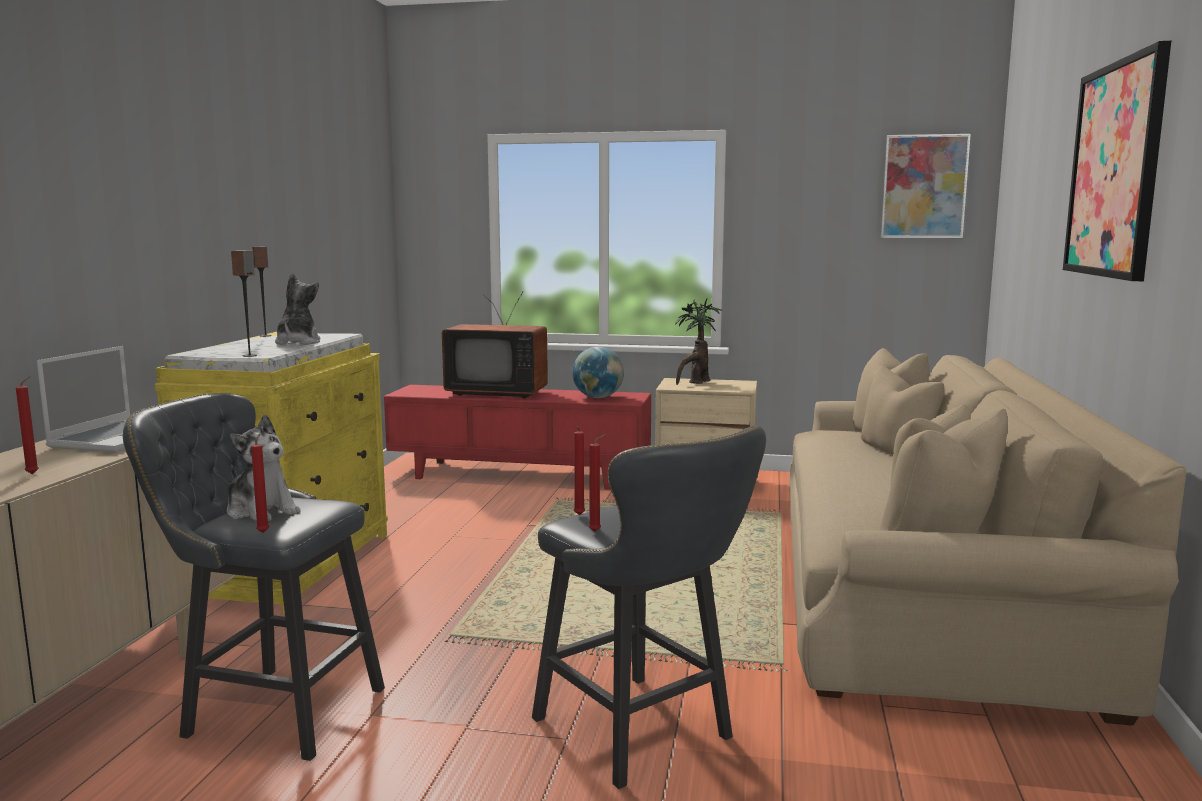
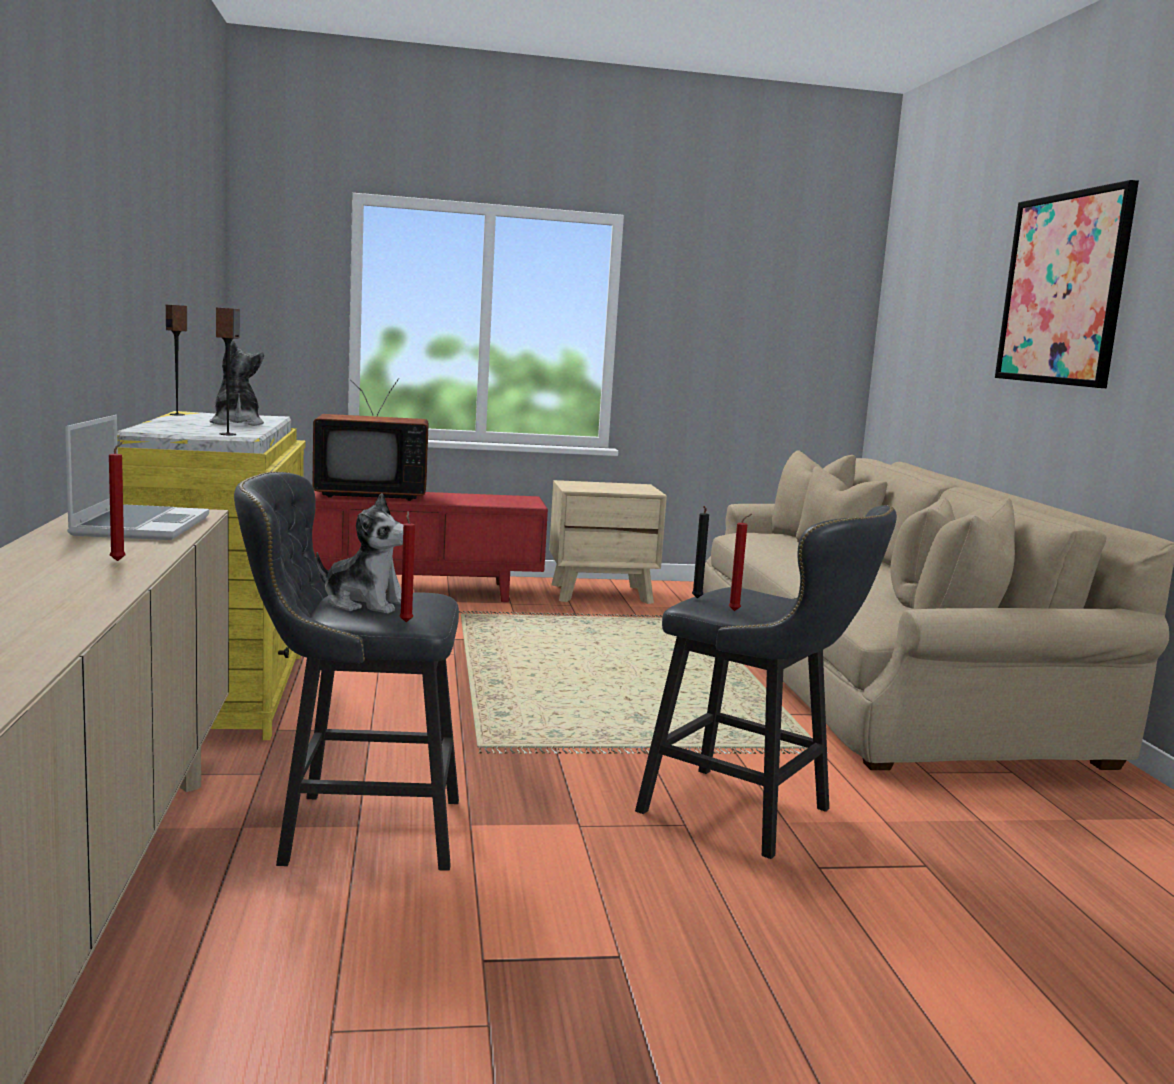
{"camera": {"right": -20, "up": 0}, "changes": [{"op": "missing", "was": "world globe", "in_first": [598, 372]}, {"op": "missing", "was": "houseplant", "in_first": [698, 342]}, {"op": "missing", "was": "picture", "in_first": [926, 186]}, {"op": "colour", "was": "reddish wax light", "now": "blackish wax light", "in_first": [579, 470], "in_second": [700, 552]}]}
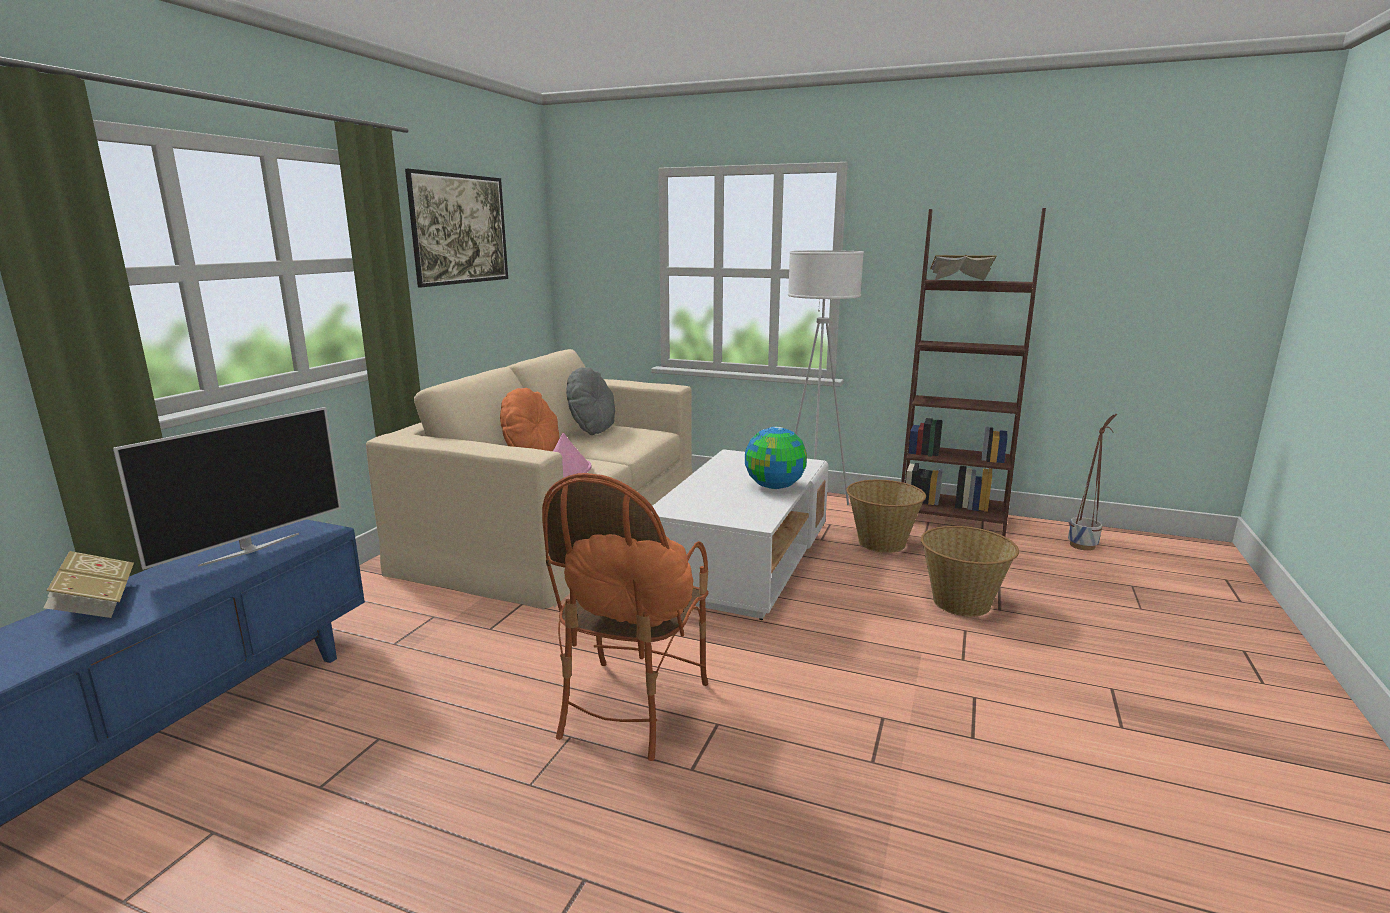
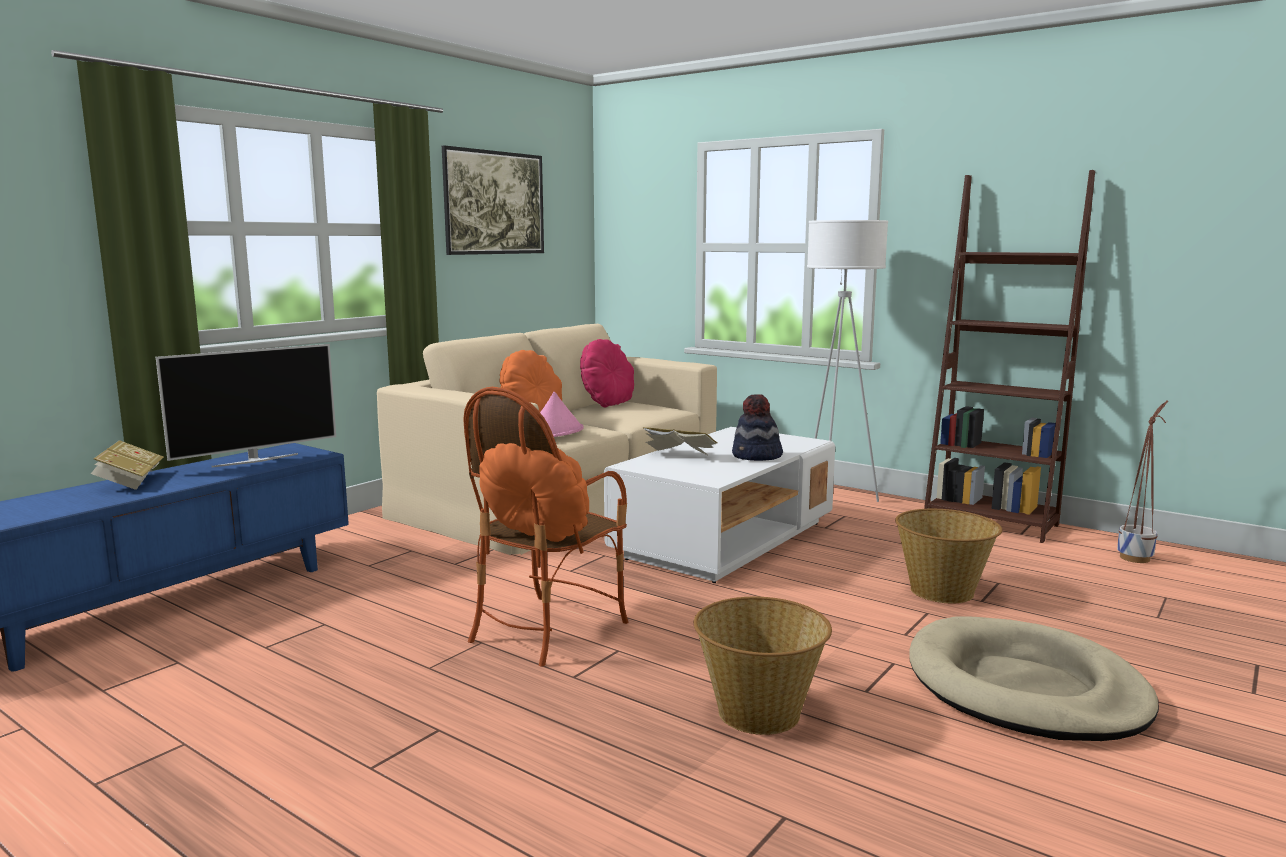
{"camera": {"right": 15, "up": -5}, "changes": [{"op": "appeared", "now": "beige-coloured dog bed", "in_second": [1034, 678]}, {"op": "relocated", "was": "household basket", "in_first": [886, 516], "in_second": [763, 666]}, {"op": "relocated", "was": "book", "in_first": [963, 267], "in_second": [680, 441]}, {"op": "exchanged", "was": "world globe", "now": "wearable hat", "in_first": [776, 458], "in_second": [757, 427]}, {"op": "colour", "was": "grey cushion", "now": "pinkish cushion", "in_first": [590, 401], "in_second": [607, 373]}]}
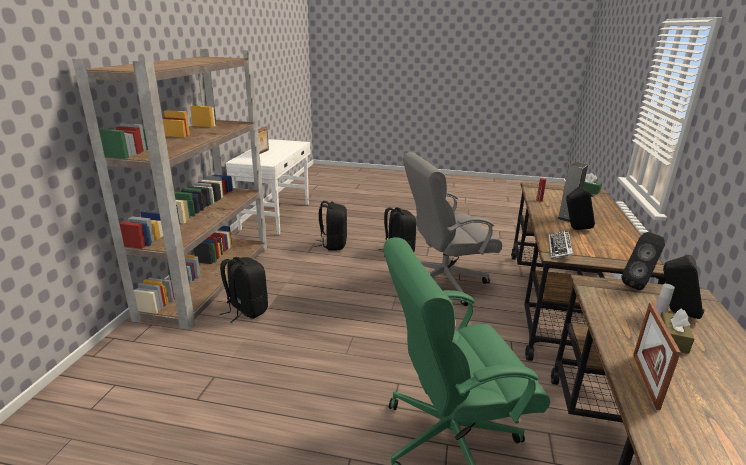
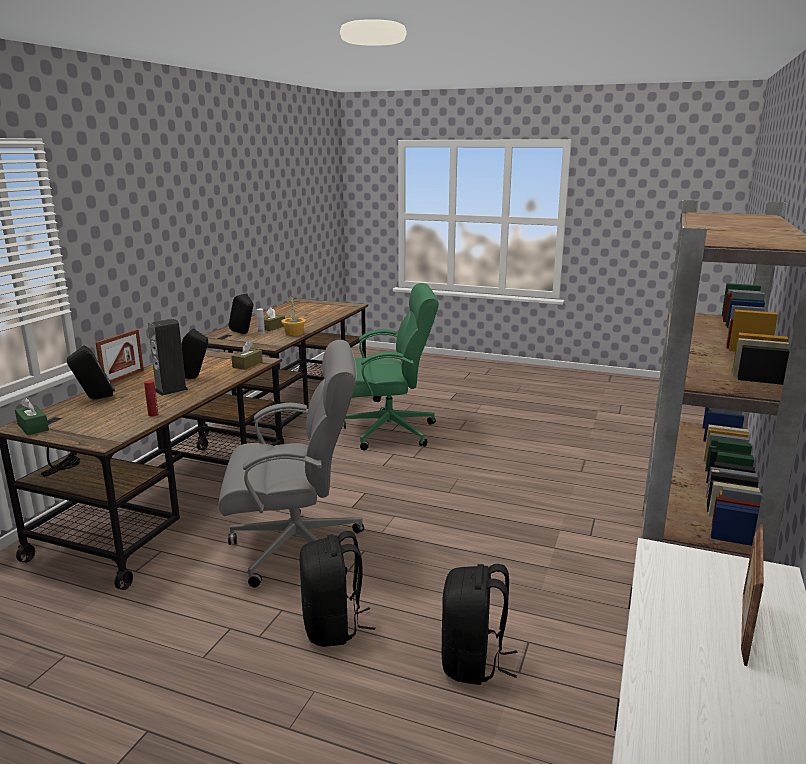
{"camera": {"right": -170, "up": -5}, "changes": [{"op": "missing", "was": "blackish backpack", "in_first": [244, 290]}, {"op": "appeared", "now": "houseplant", "in_second": [293, 315]}, {"op": "relocated", "was": "blackish speaker", "in_first": [643, 261], "in_second": [91, 372]}, {"op": "relocated", "was": "picture frame", "in_first": [657, 356], "in_second": [119, 356]}, {"op": "exchanged", "was": "keyboard", "now": "brown-coloured tissue box", "in_first": [561, 244], "in_second": [247, 355]}]}
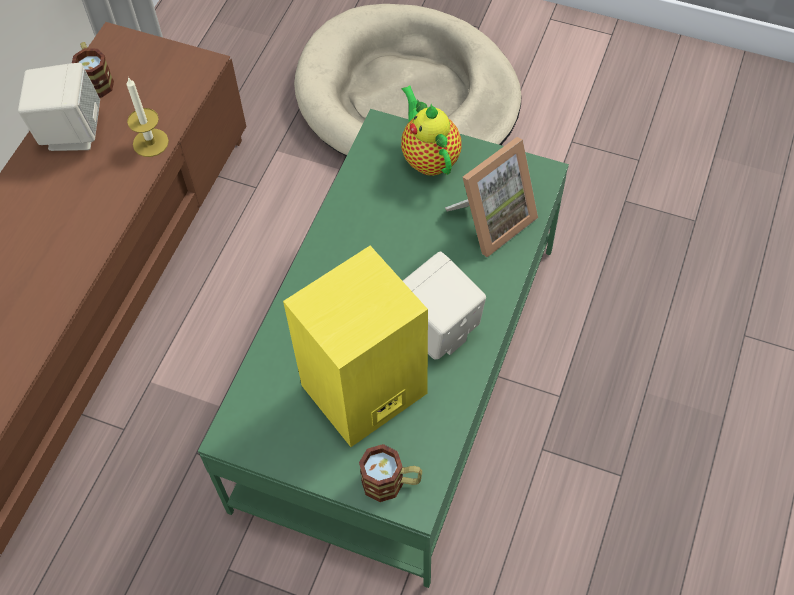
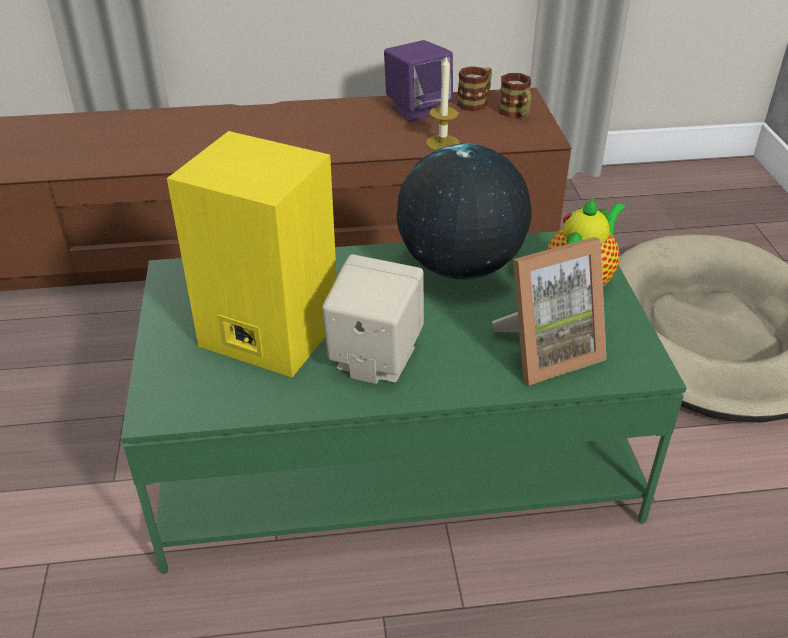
{"camera": {"right": 60, "up": -20}, "changes": [{"op": "appeared", "now": "world globe", "in_second": [464, 211]}, {"op": "relocated", "was": "coffee mug", "in_first": [390, 473], "in_second": [514, 95]}, {"op": "colour", "was": "beige-coloured speaker", "now": "purplish speaker", "in_first": [59, 107], "in_second": [418, 81]}, {"op": "spun", "was": "picture frame", "in_first": [491, 197], "in_second": [549, 311], "clockwise": -45}]}
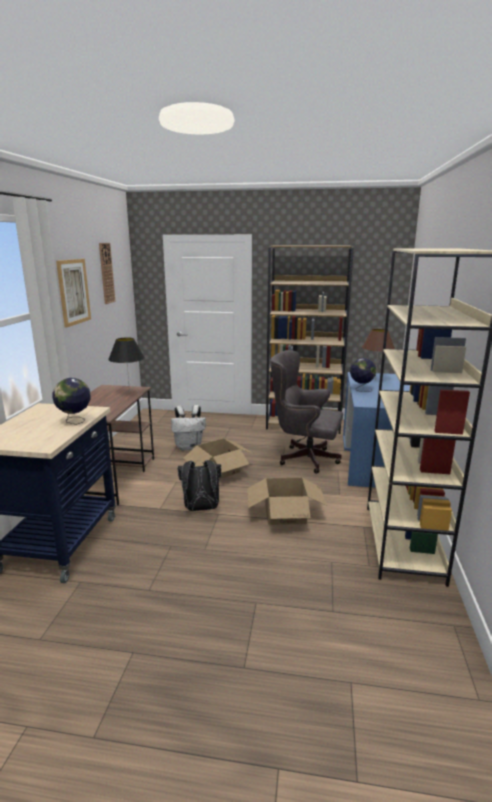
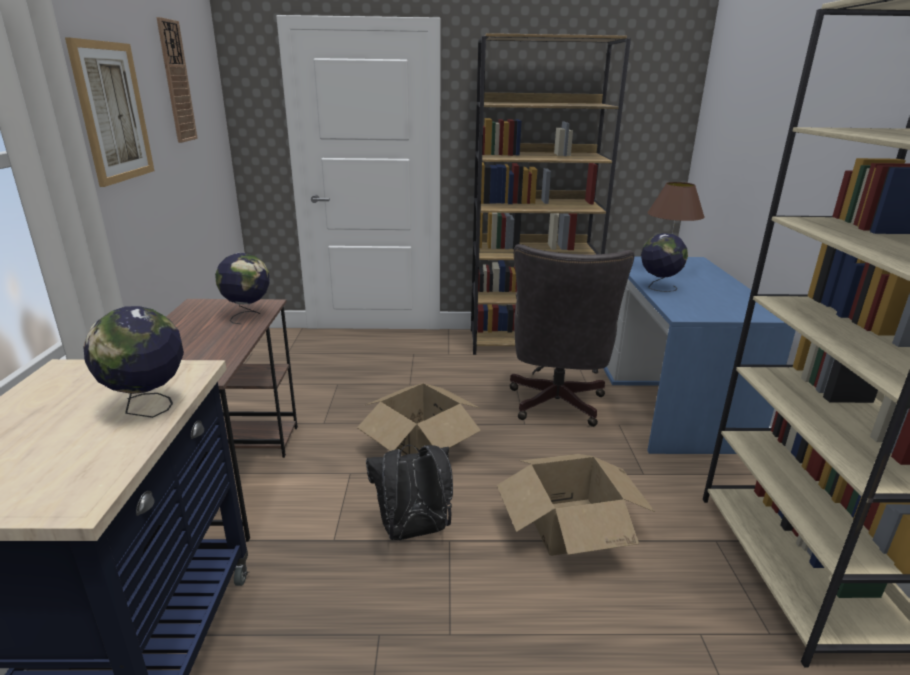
{"camera": {"right": -10, "up": 5}, "changes": [{"op": "missing", "was": "whitish backpack", "in_first": [188, 427]}, {"op": "exchanged", "was": "blackish tabletop lamp", "now": "world globe", "in_first": [126, 366], "in_second": [242, 288]}, {"op": "spun", "was": "grey office chair", "in_first": [306, 412], "in_second": [572, 335], "clockwise": -90}]}
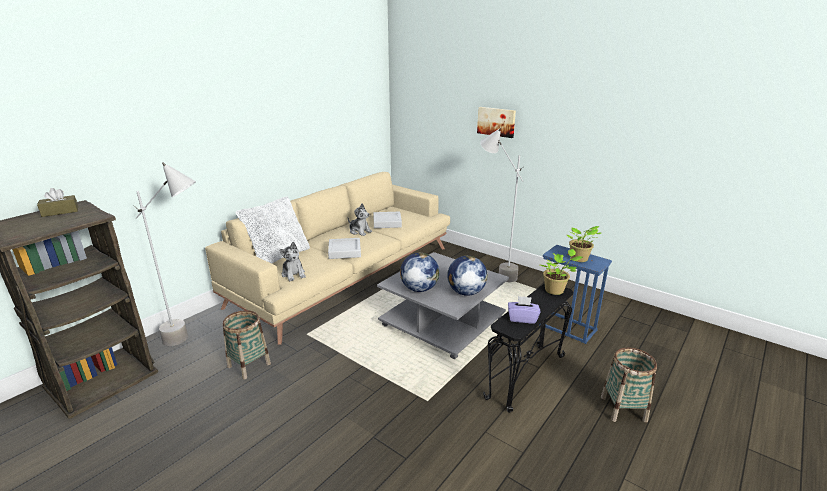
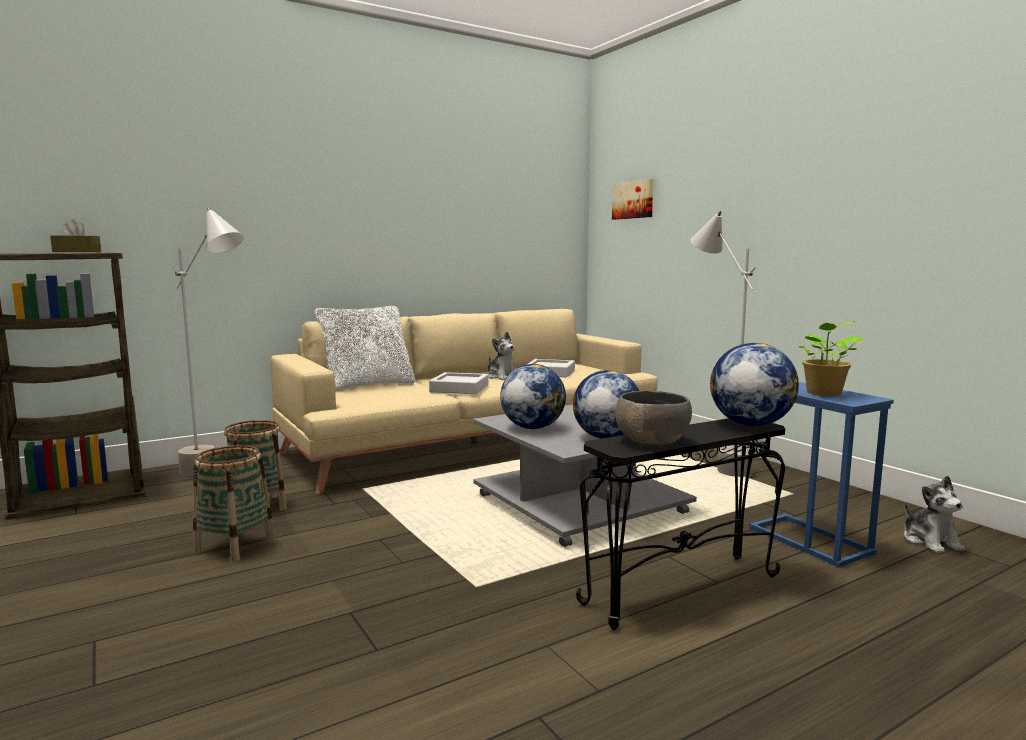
{"camera": {"right": 20, "up": -15}, "changes": [{"op": "relocated", "was": "cuddly toy", "in_first": [292, 261], "in_second": [934, 514]}, {"op": "relocated", "was": "picture", "in_first": [496, 122], "in_second": [632, 199]}, {"op": "relocated", "was": "household basket", "in_first": [629, 385], "in_second": [234, 503]}, {"op": "exchanged", "was": "purplish tissue box", "now": "grey serving bowl", "in_first": [524, 310], "in_second": [653, 418]}, {"op": "exchanged", "was": "houseplant", "now": "world globe", "in_first": [561, 272], "in_second": [754, 384]}]}
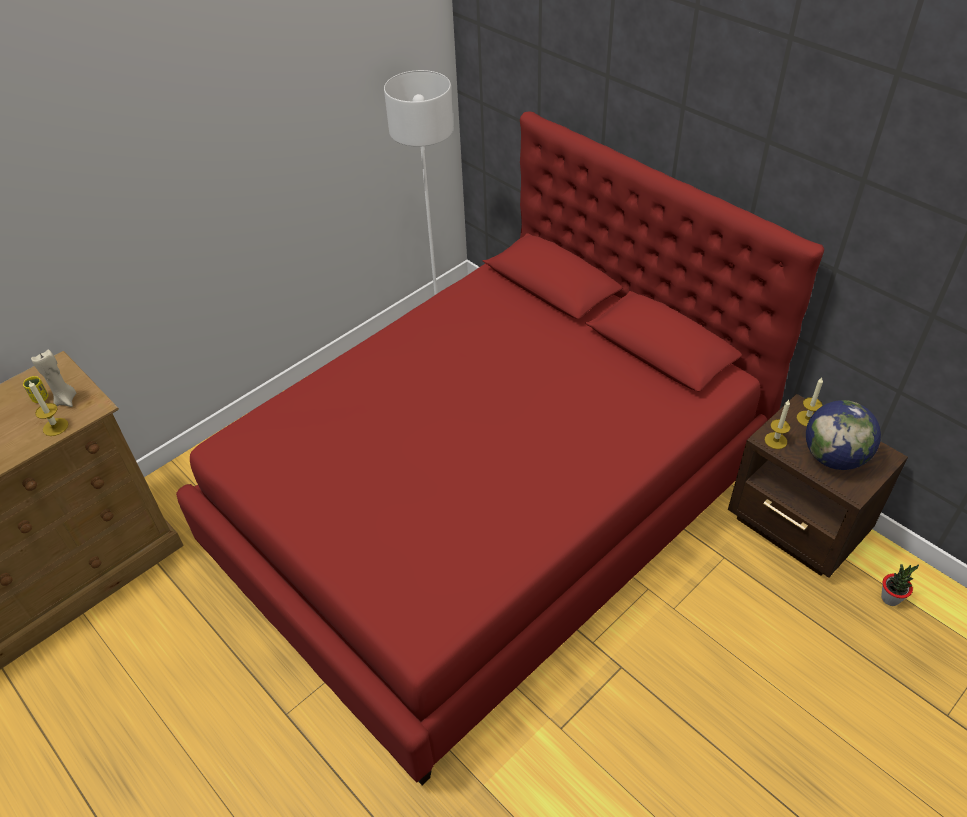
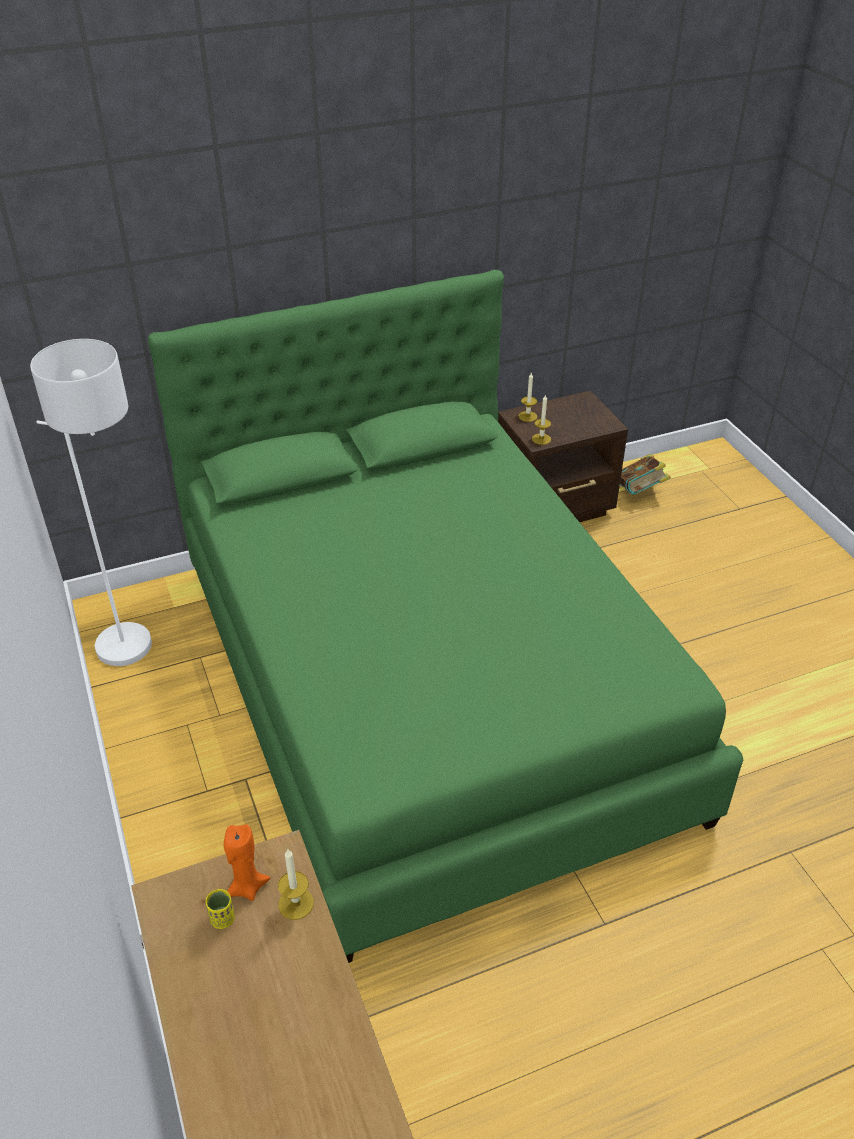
{"camera": {"right": -70, "up": -5}, "changes": [{"op": "missing", "was": "world globe", "in_first": [843, 435]}, {"op": "exchanged", "was": "houseplant", "now": "book", "in_first": [900, 585], "in_second": [645, 474]}, {"op": "colour", "was": "beige-coloured wax light", "now": "orange wax light", "in_first": [53, 378], "in_second": [247, 862]}, {"op": "colour", "was": "reddish sleeping bed", "now": "green sleeping bed", "in_first": [500, 448], "in_second": [445, 616]}]}
